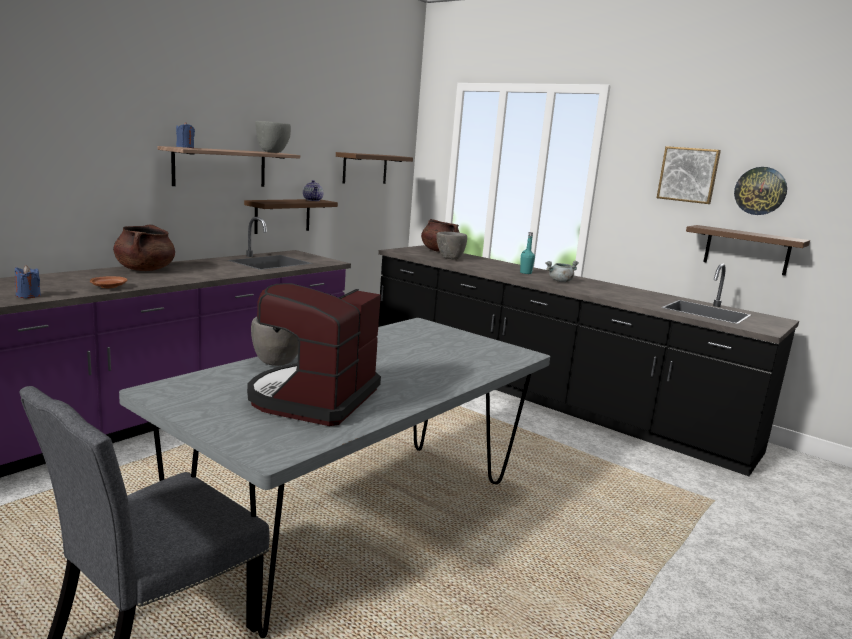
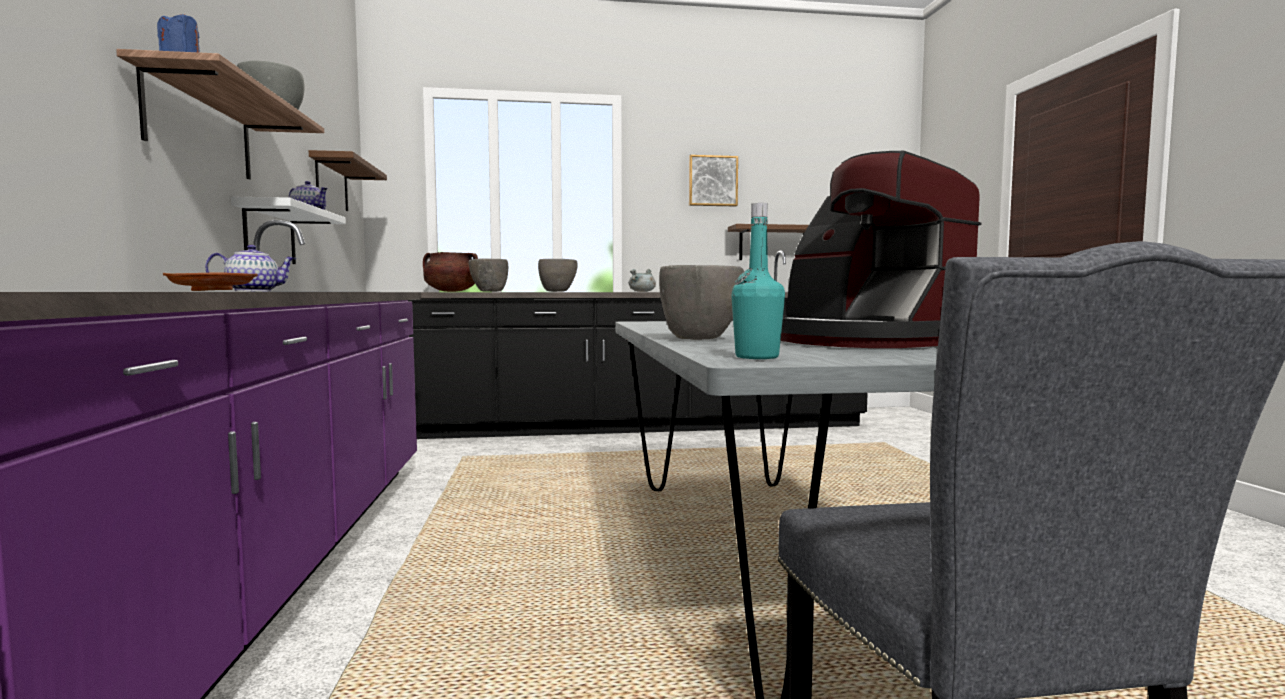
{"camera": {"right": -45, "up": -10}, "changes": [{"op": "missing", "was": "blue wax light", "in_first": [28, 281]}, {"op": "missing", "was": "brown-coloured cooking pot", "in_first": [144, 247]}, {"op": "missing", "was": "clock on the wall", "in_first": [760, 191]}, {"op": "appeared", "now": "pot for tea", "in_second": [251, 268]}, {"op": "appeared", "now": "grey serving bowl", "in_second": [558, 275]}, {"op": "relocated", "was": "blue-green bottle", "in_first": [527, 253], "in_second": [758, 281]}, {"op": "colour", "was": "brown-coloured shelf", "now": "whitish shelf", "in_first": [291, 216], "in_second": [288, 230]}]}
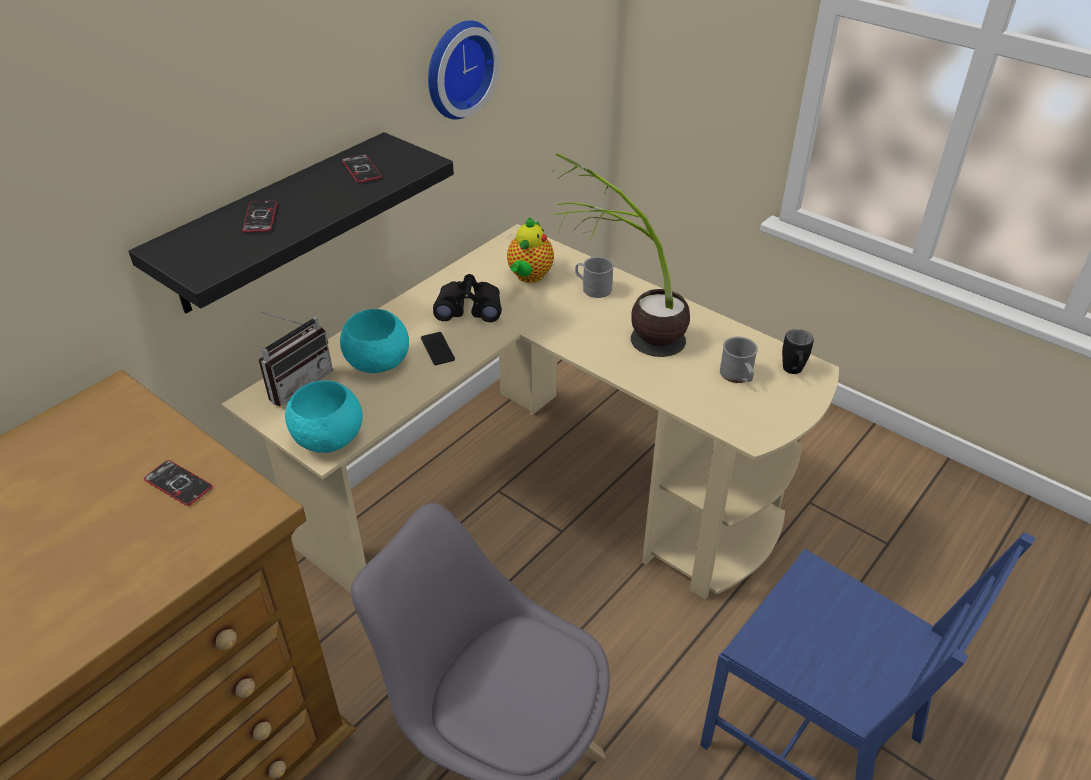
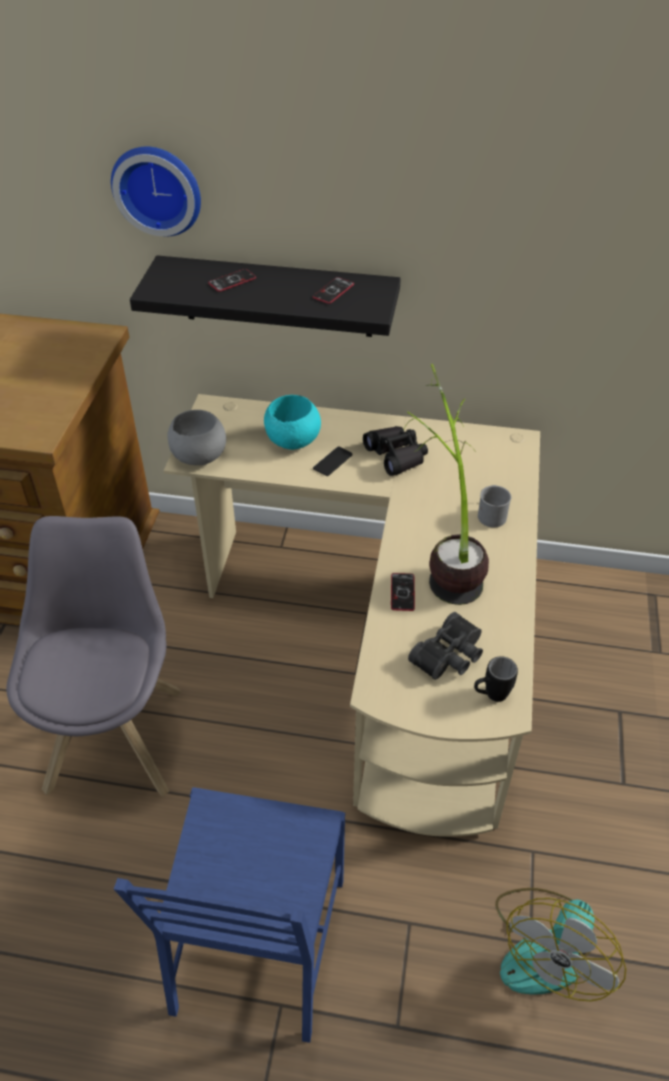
{"camera": {"right": 60, "up": 5}, "changes": [{"op": "missing", "was": "radio receiver", "in_first": [295, 359]}, {"op": "missing", "was": "pot for tea", "in_first": [530, 250]}, {"op": "appeared", "now": "electric fan", "in_second": [560, 944]}, {"op": "relocated", "was": "phone", "in_first": [178, 483], "in_second": [403, 592]}, {"op": "relocated", "was": "clock on the wall", "in_first": [464, 70], "in_second": [156, 192]}, {"op": "exchanged", "was": "grey coffee mug", "now": "blackish binoculars", "in_first": [739, 360], "in_second": [445, 646]}, {"op": "colour", "was": "blue-green serving bowl", "now": "grey serving bowl", "in_first": [324, 416], "in_second": [196, 437]}]}
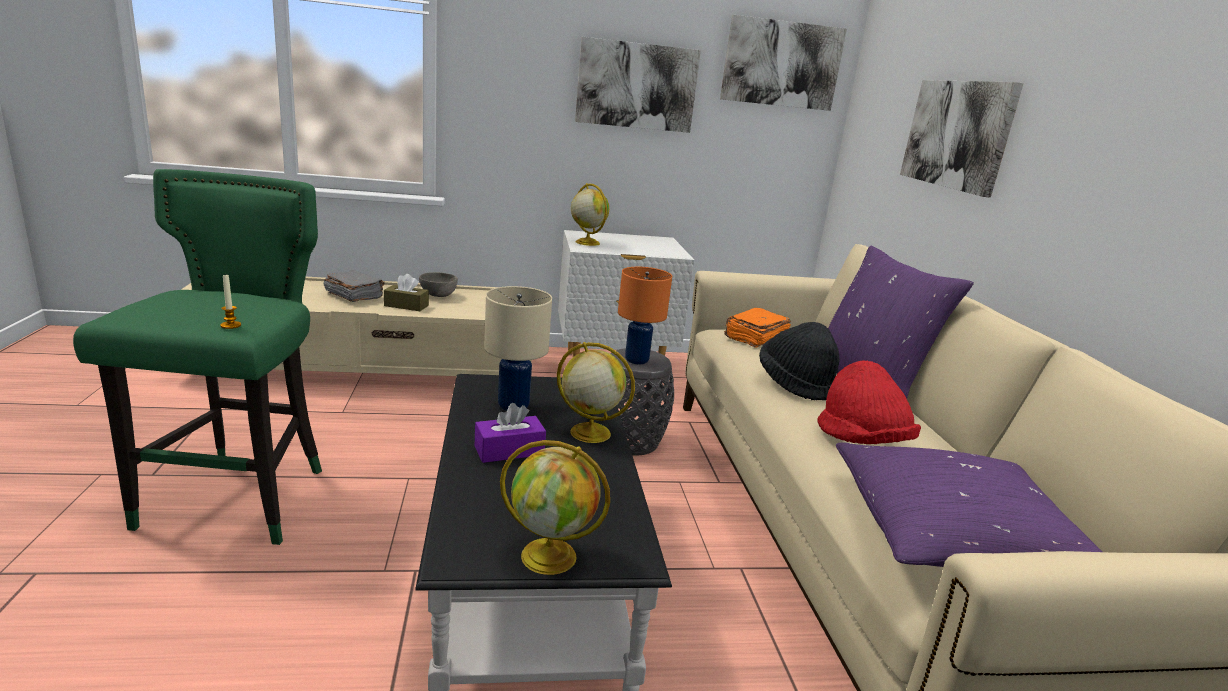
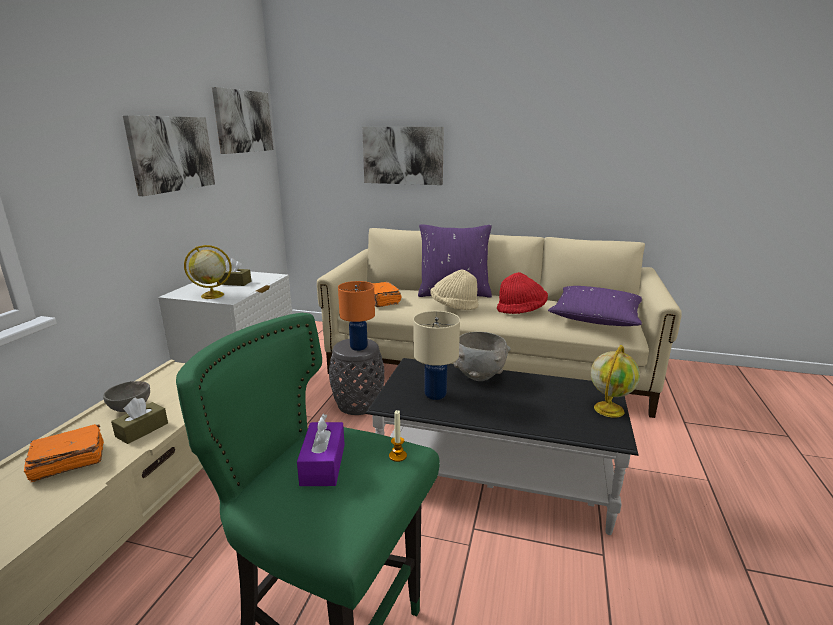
{"camera": {"right": -65, "up": 0}, "changes": [{"op": "appeared", "now": "brown-coloured tissue box", "in_second": [234, 272]}, {"op": "relocated", "was": "purplish tissue box", "in_first": [510, 433], "in_second": [321, 450]}, {"op": "exchanged", "was": "world globe", "now": "grey serving bowl", "in_first": [596, 392], "in_second": [482, 356]}, {"op": "colour", "was": "grey book", "now": "orange book", "in_first": [354, 286], "in_second": [64, 453]}, {"op": "colour", "was": "blackish wearable hat", "now": "beige-coloured wearable hat", "in_first": [799, 361], "in_second": [454, 289]}]}
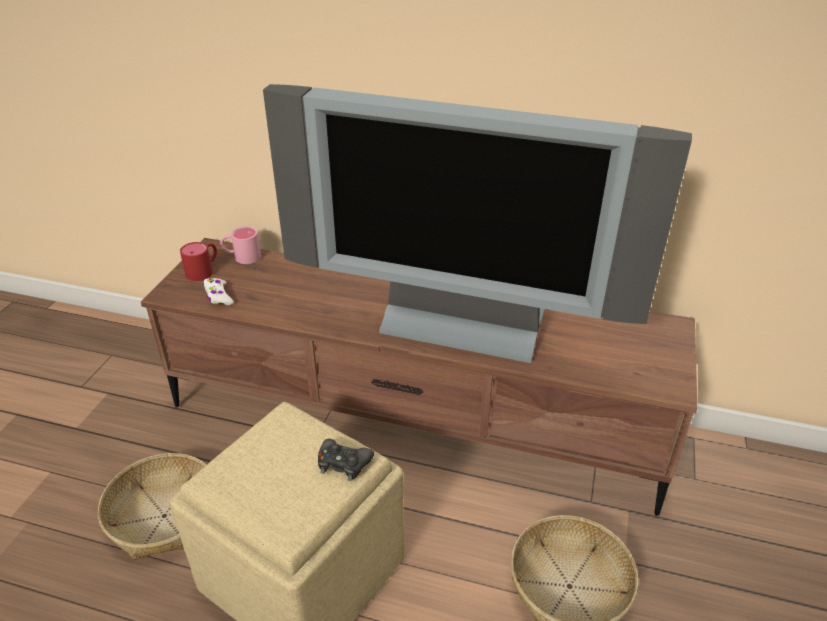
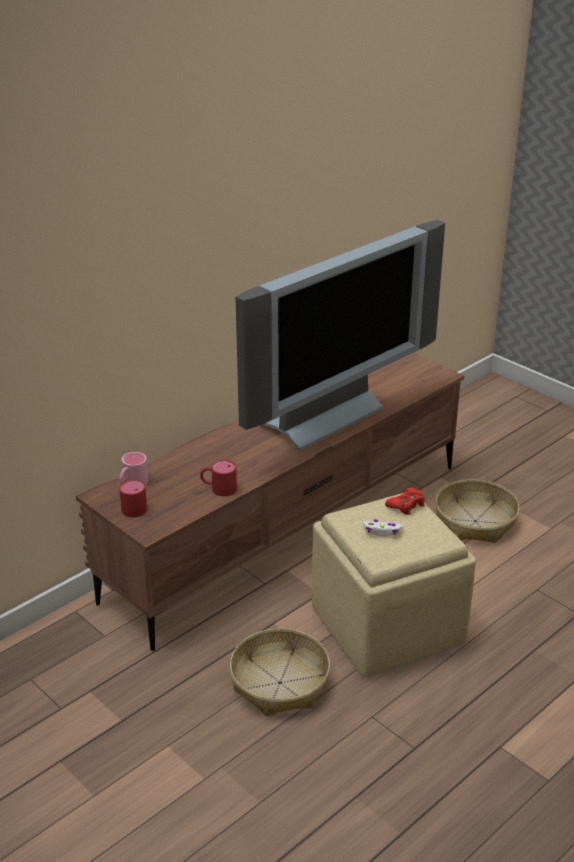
{"camera": {"right": -60, "up": -5}, "changes": [{"op": "appeared", "now": "reddish coffee mug", "in_second": [218, 478]}, {"op": "relocated", "was": "whitish gamepad", "in_first": [218, 291], "in_second": [383, 528]}, {"op": "colour", "was": "blackish gamepad", "now": "reddish gamepad", "in_first": [346, 460], "in_second": [405, 501]}]}
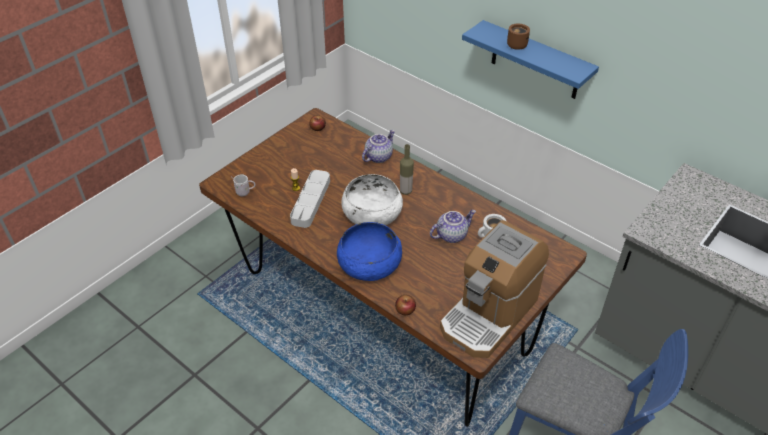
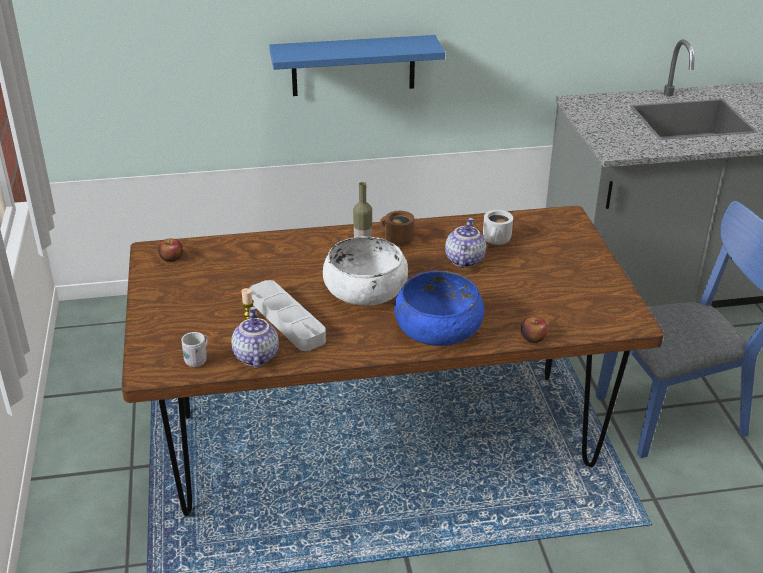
{"camera": {"right": -50, "up": -10}, "changes": [{"op": "missing", "was": "coffee brewer", "in_first": [494, 289]}, {"op": "relocated", "was": "pot for tea", "in_first": [378, 146], "in_second": [255, 338]}, {"op": "relocated", "was": "brown-coloured coffee mug", "in_first": [518, 37], "in_second": [397, 228]}]}
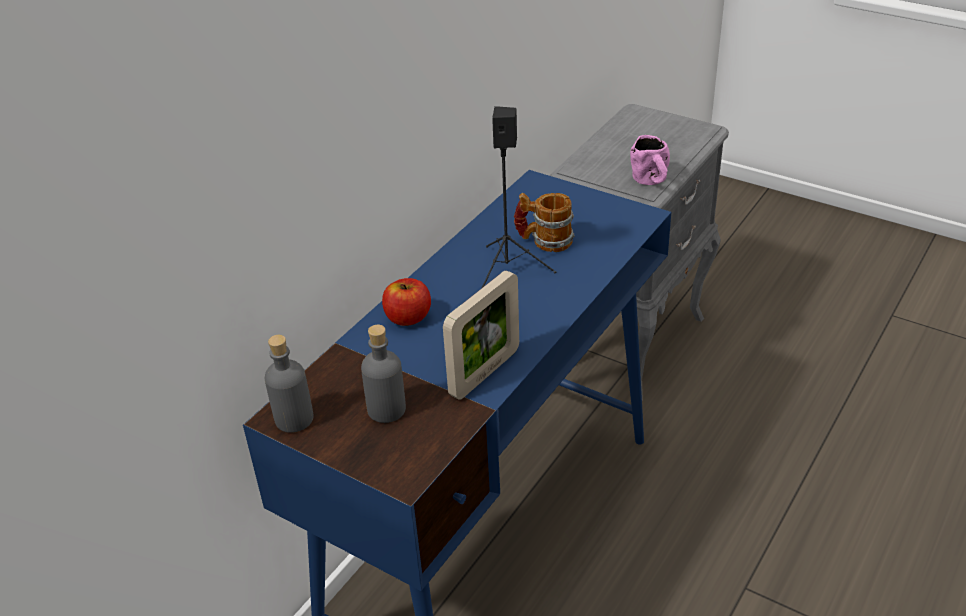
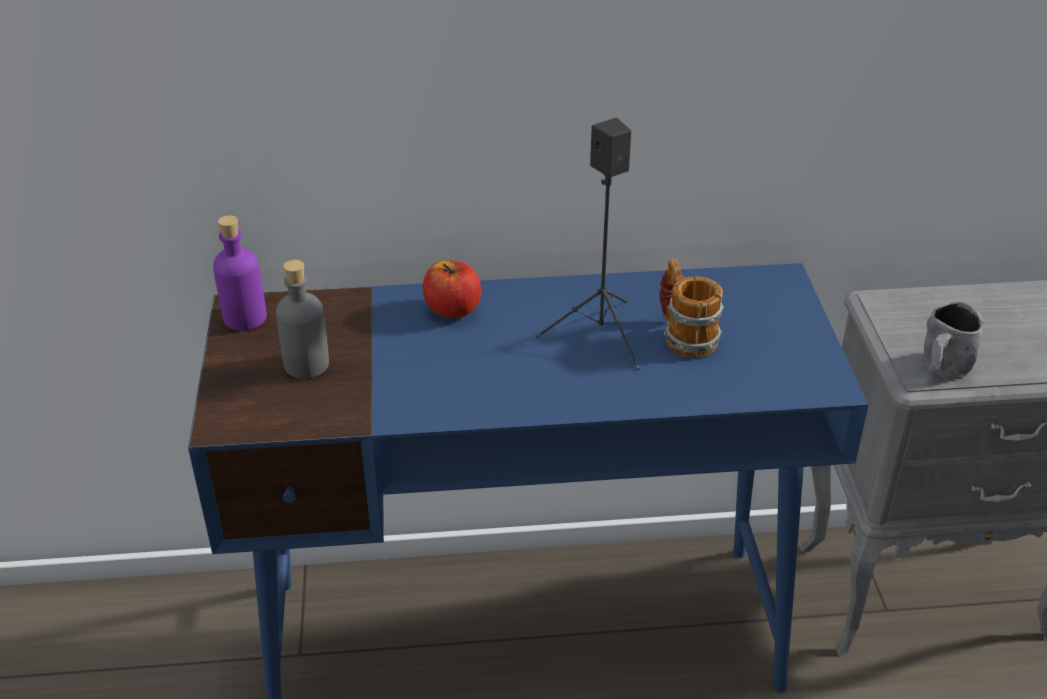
{"camera": {"right": 50, "up": 0}, "changes": [{"op": "missing", "was": "picture frame", "in_first": [481, 335]}, {"op": "colour", "was": "grey bottle", "now": "purplish bottle", "in_first": [289, 384], "in_second": [240, 273]}, {"op": "colour", "was": "pinkish coffee mug", "now": "grey coffee mug", "in_first": [650, 160], "in_second": [953, 340]}]}
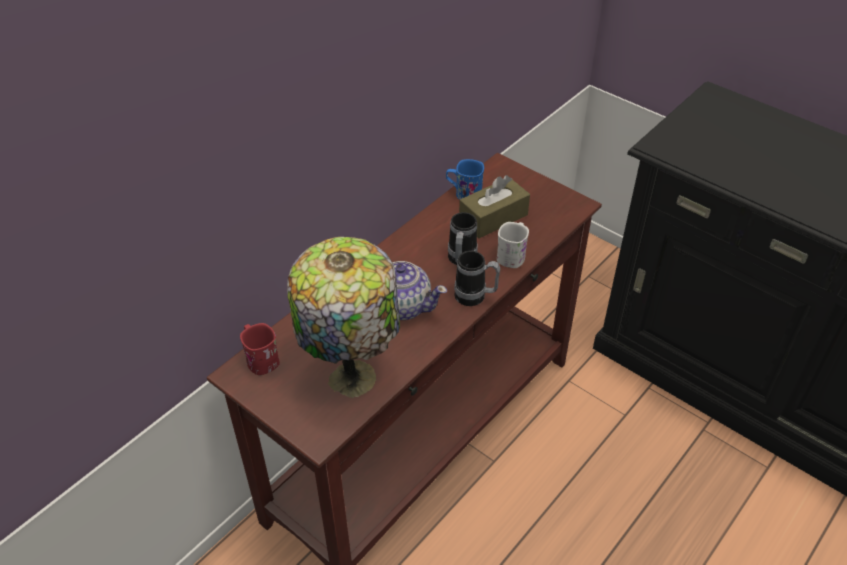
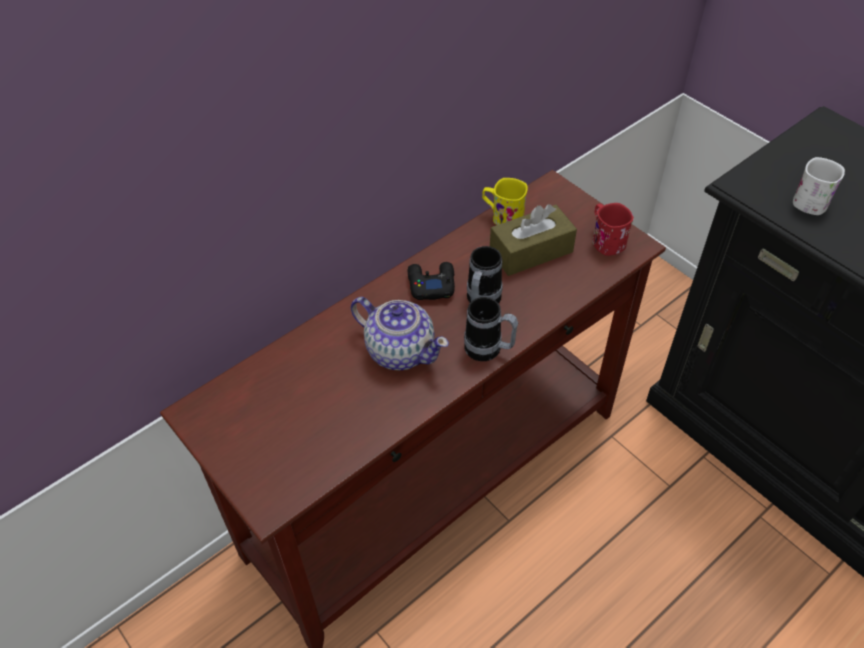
{"camera": {"right": 10, "up": 5}, "changes": [{"op": "missing", "was": "tabletop lamp", "in_first": [343, 317]}, {"op": "appeared", "now": "blackish gamepad", "in_second": [431, 281]}, {"op": "relocated", "was": "reddish coffee mug", "in_first": [260, 349], "in_second": [613, 229]}, {"op": "relocated", "was": "whitish coffee mug", "in_first": [513, 245], "in_second": [819, 186]}, {"op": "colour", "was": "blue coffee mug", "now": "yellowish coffee mug", "in_first": [465, 179], "in_second": [505, 201]}]}
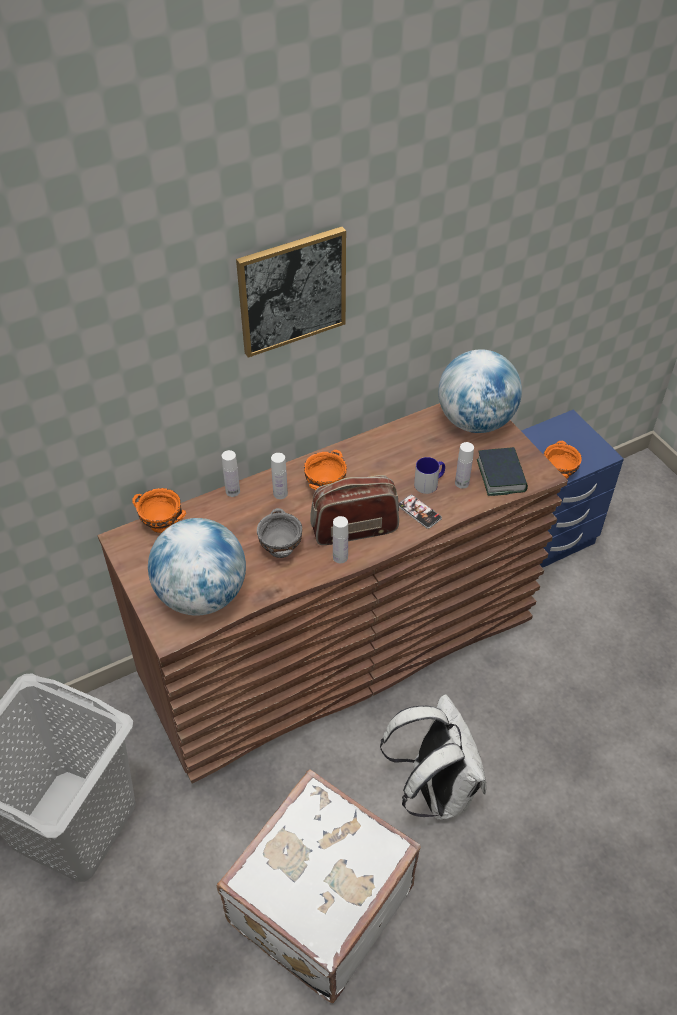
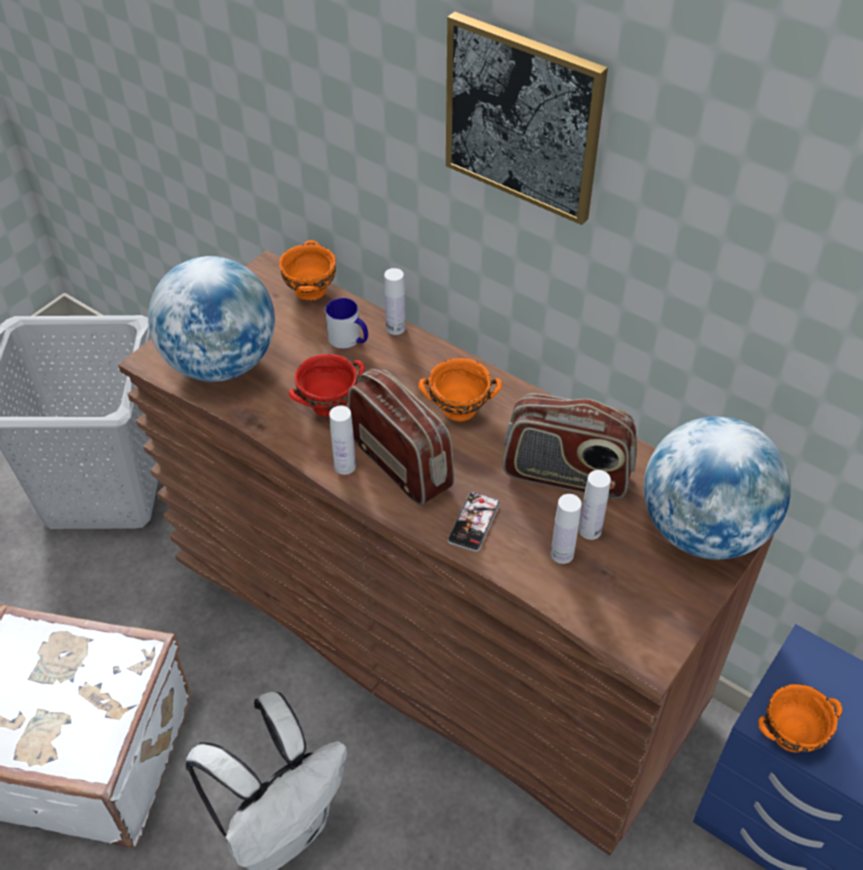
{"camera": {"right": 65, "up": 0}, "changes": [{"op": "missing", "was": "book", "in_first": [502, 471]}, {"op": "appeared", "now": "radio receiver", "in_second": [570, 446]}, {"op": "relocated", "was": "whitish bottle", "in_first": [279, 476], "in_second": [595, 505]}, {"op": "relocated", "was": "coffee mug", "in_first": [429, 475], "in_second": [346, 323]}, {"op": "colour", "was": "grey serving bowl", "now": "reddish serving bowl", "in_first": [279, 533], "in_second": [326, 385]}]}
